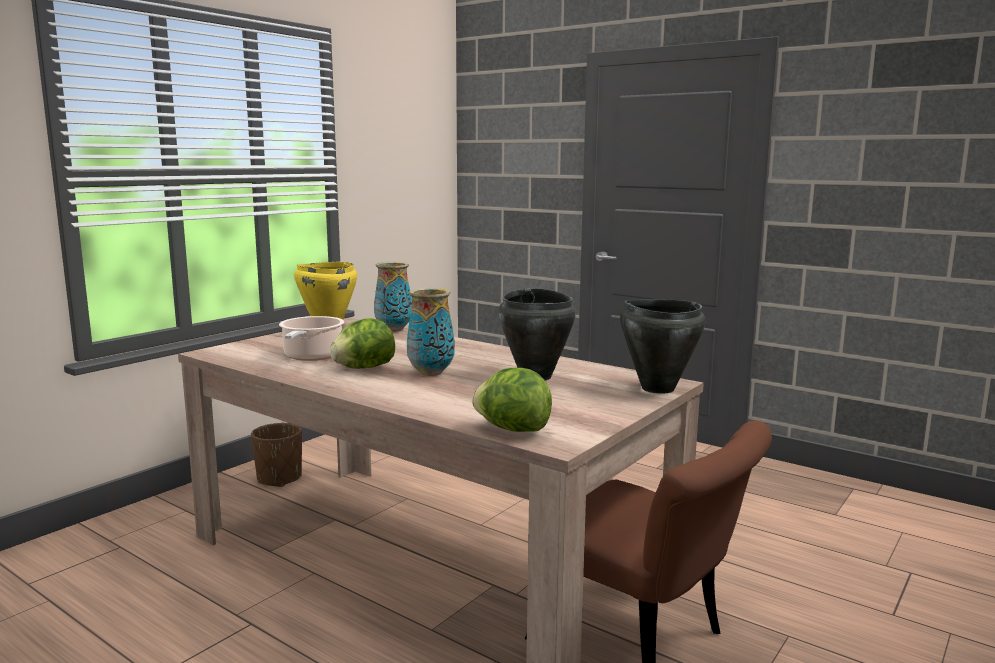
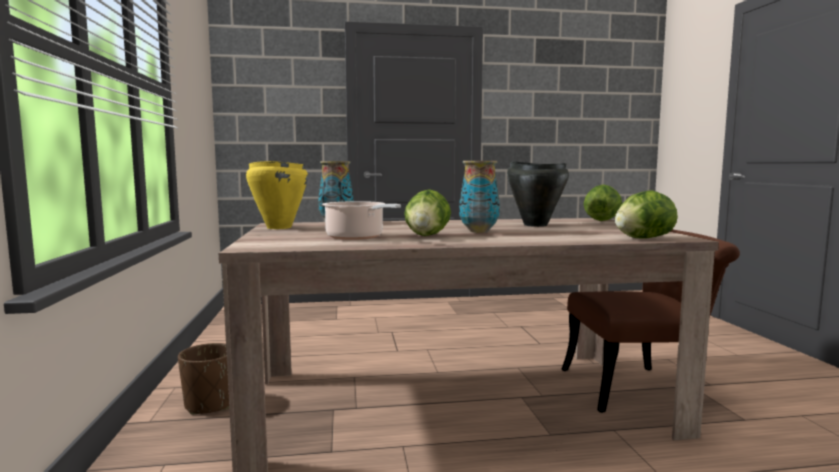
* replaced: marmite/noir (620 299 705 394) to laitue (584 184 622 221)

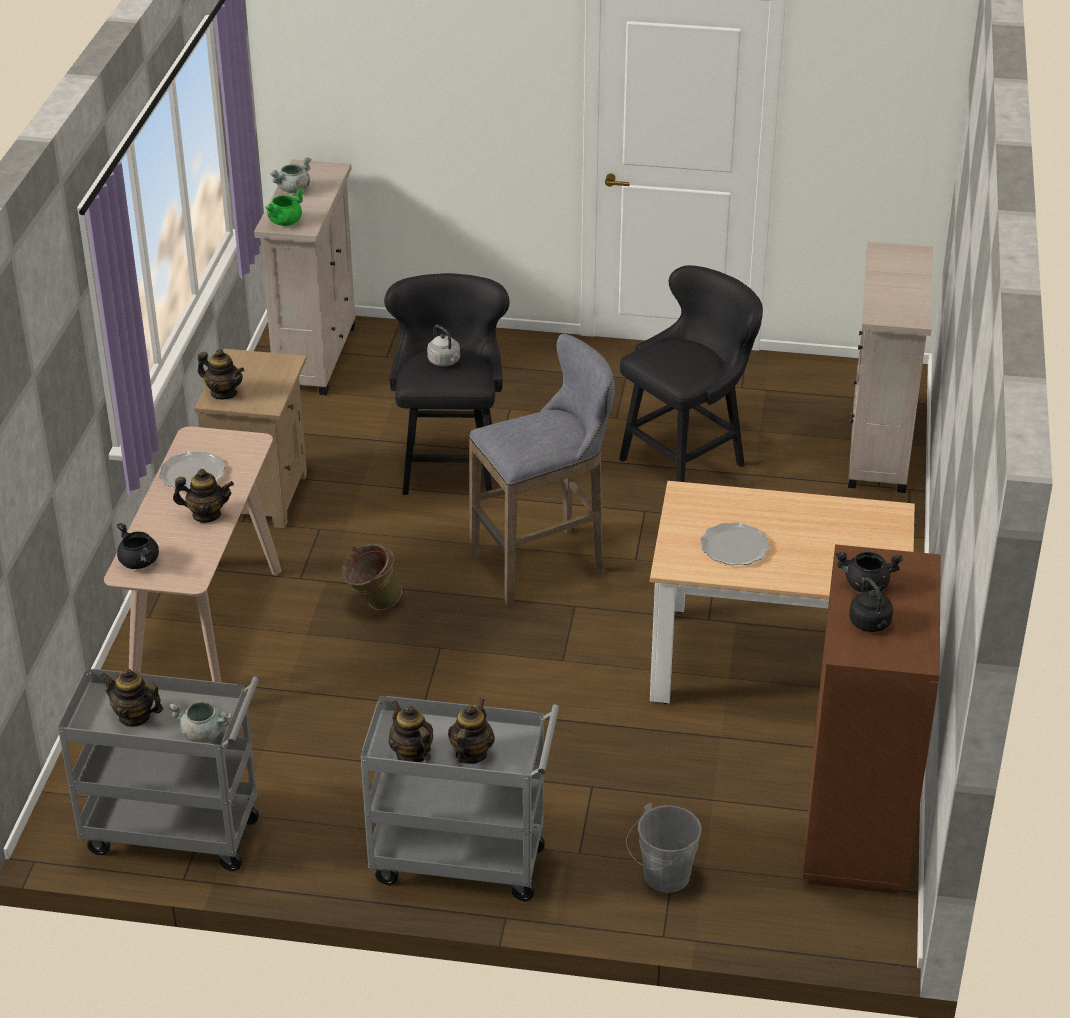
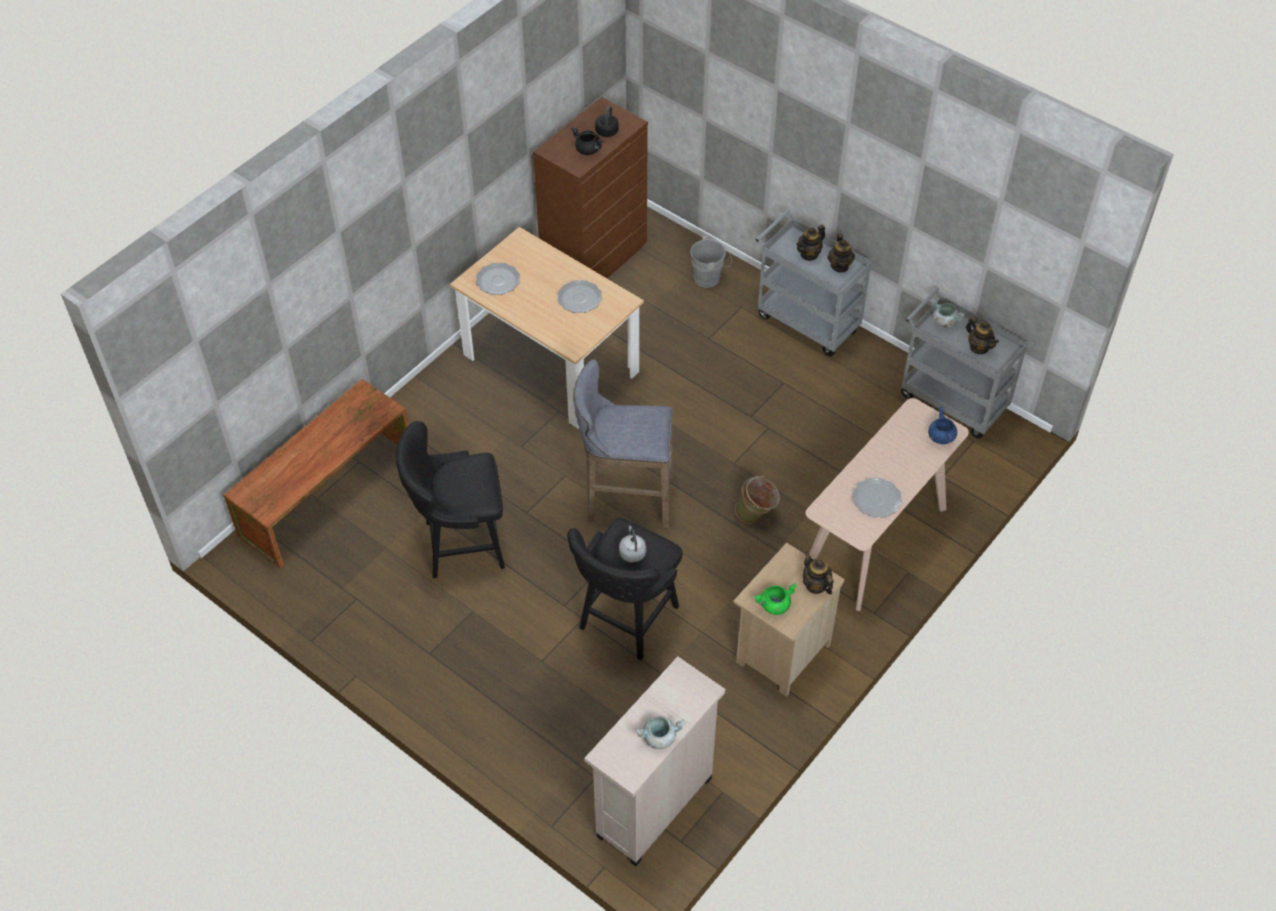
* replaced: meuble de rangement/beige (848 242 933 493) to banc/marron (223 379 409 568)
* added: assiette (476 263 520 295)
* moved: marmite/vert (265 188 305 226) to (754 583 797 615)
* recoloured: marmite/noir (116 523 159 569) to marmite/bleu (928 407 957 444)
* removed: théière (173 469 234 523)

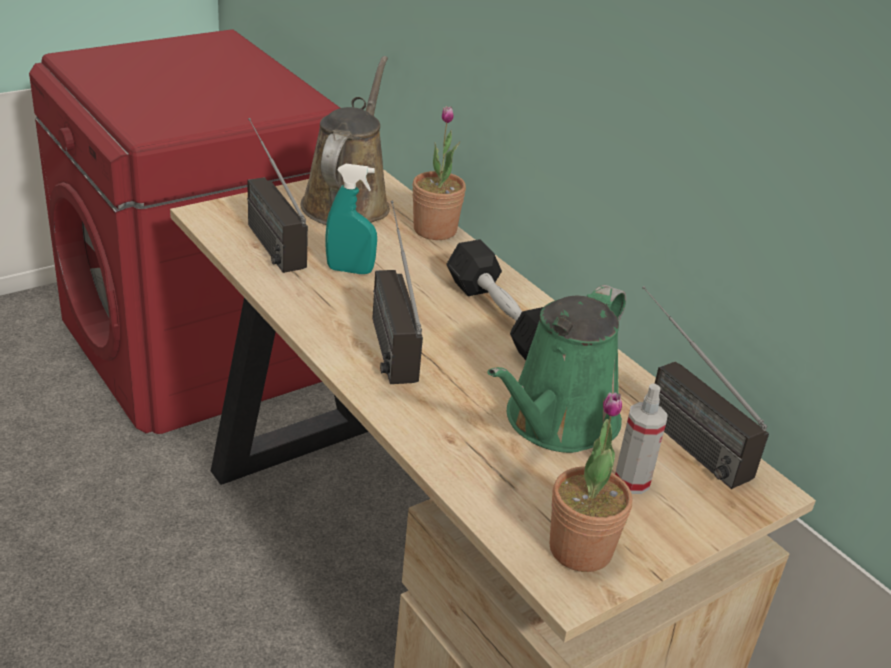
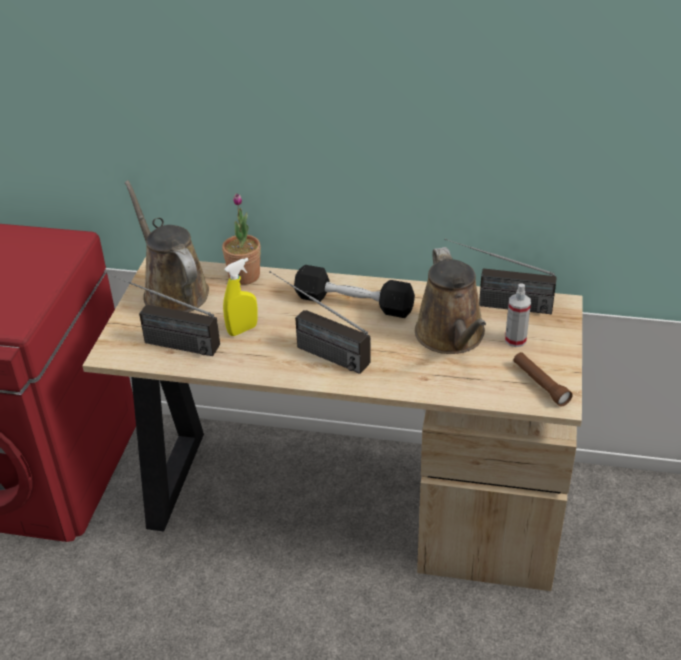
* recoloured: vaporisateur/turquoise (325 164 377 274) to vaporisateur/jaune (223 258 257 336)
* recoloured: arrosoir/vert (488 285 626 453) to arrosoir/marron (415 247 486 354)
* replaced: plante en pot (550 392 633 572) to lampe de poche/marron (514 352 573 407)

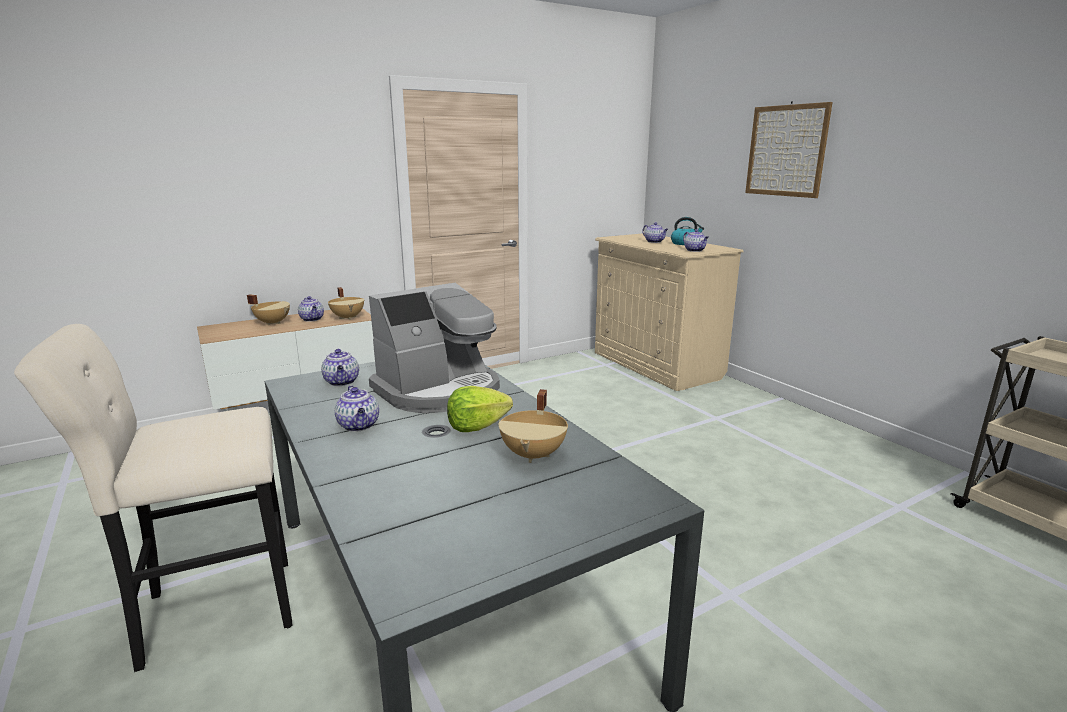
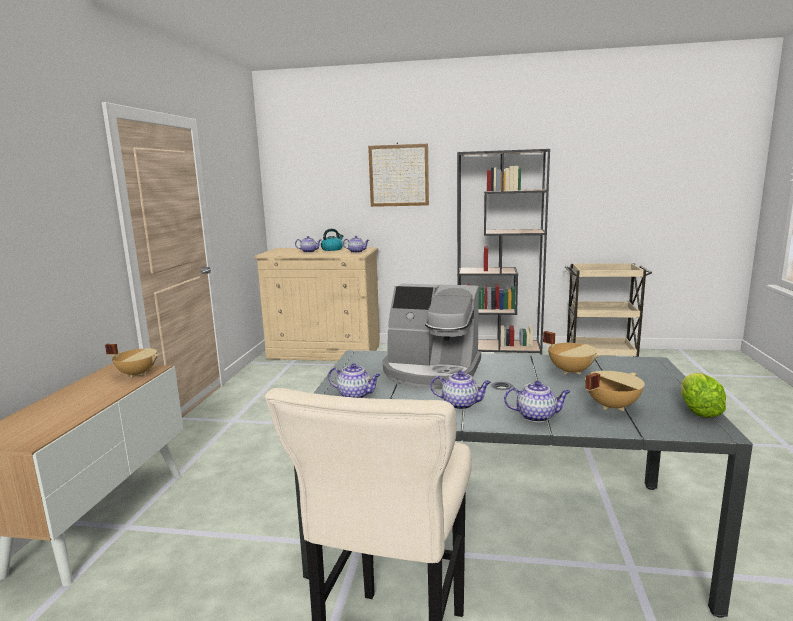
* turned: machine à café (369 283 500 413) = (383 284 481 389) 105 degrees clockwise
* added: bibliothèque (457 149 550 355)
* moved: théière (298 296 324 322) to (504 381 570 422)
* moved: marmite/beige (247 294 290 325) to (585 371 645 411)
* moved: laitue (447 386 513 432) to (681 373 726 418)

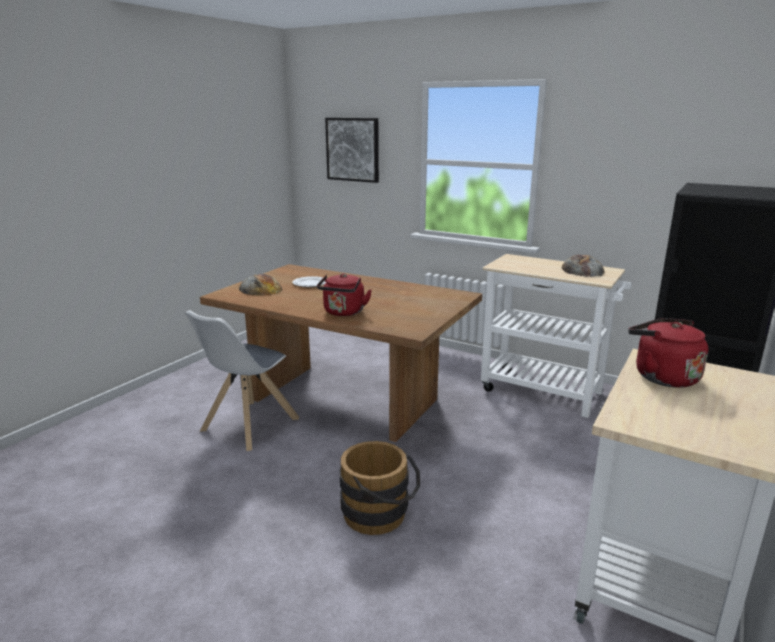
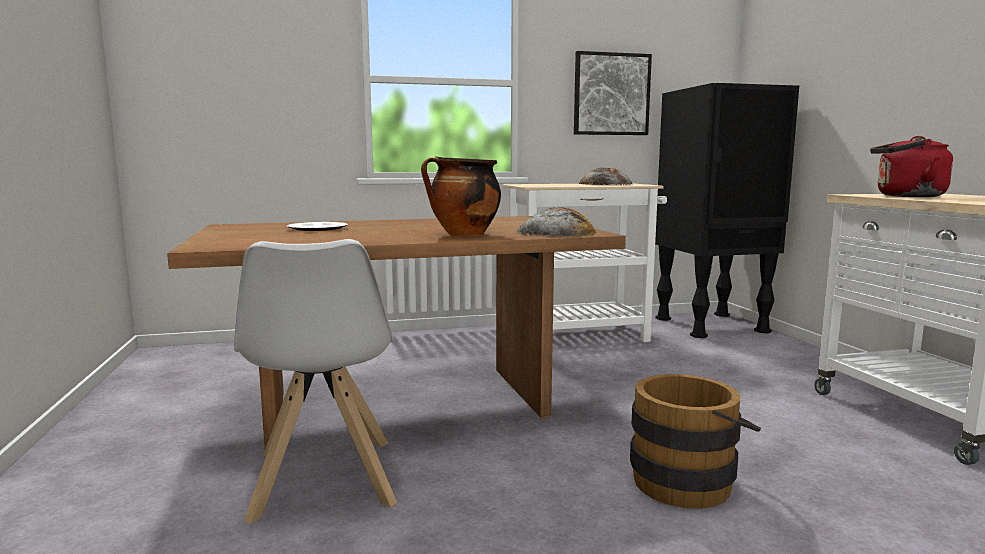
* replaced: bouilloire/rouge (317 273 372 316) to marmite (421 156 501 236)
* moved: pain (239 274 282 296) to (516 207 596 236)
* moved: tableau (325 118 379 183) to (574 51 652 135)

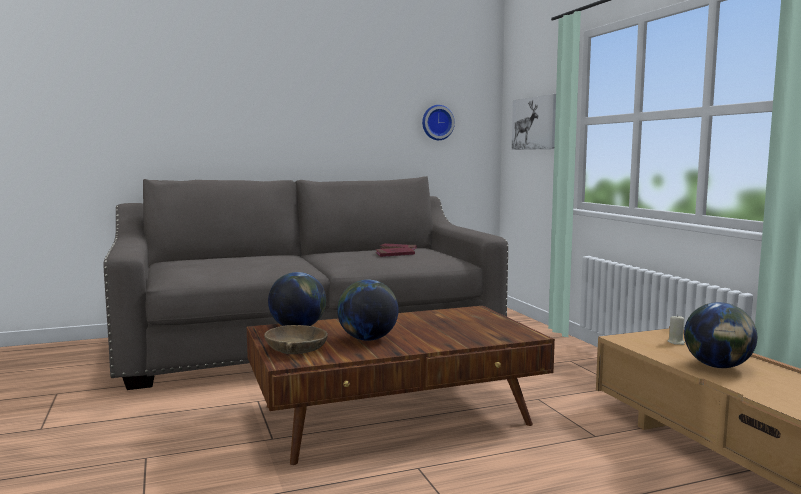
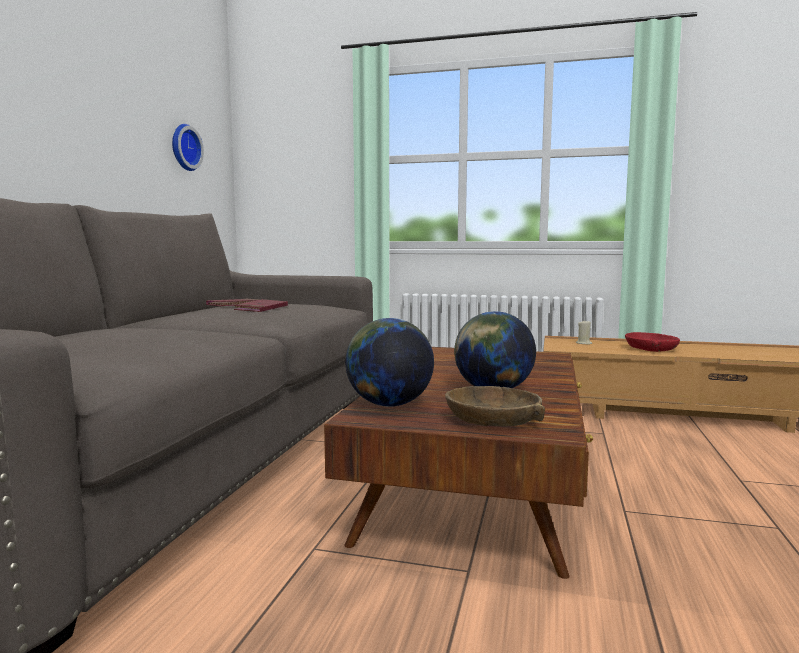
* replaced: globe (684 302 757 368) to bol/rouge (625 332 680 352)
* removed: tableau (512 94 556 150)

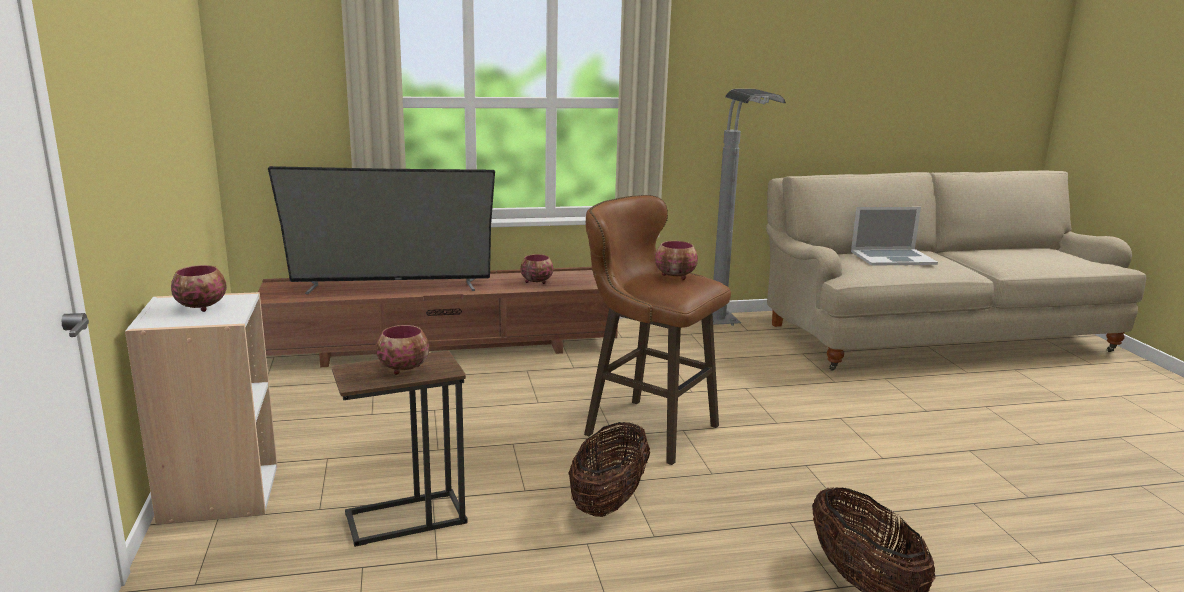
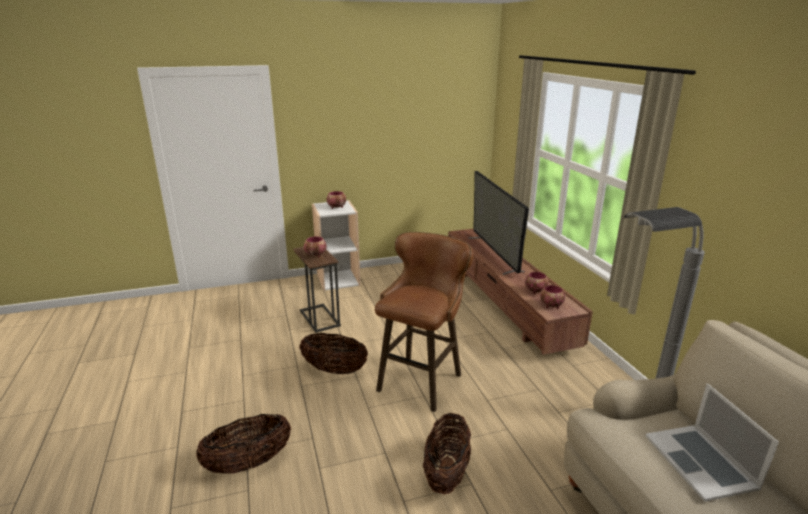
* added: panier (423 413 471 495)
* moved: bol (655 241 698 280) to (540 285 565 308)

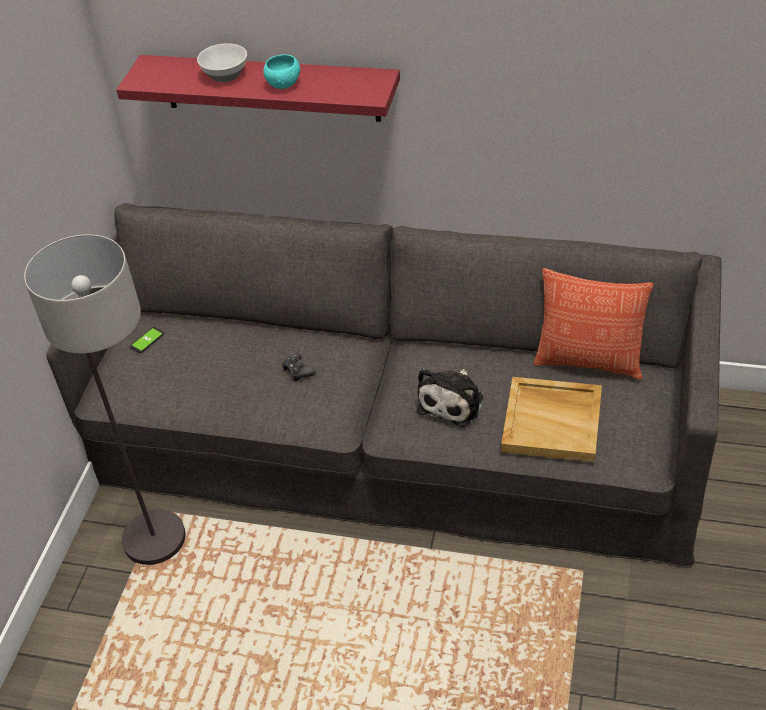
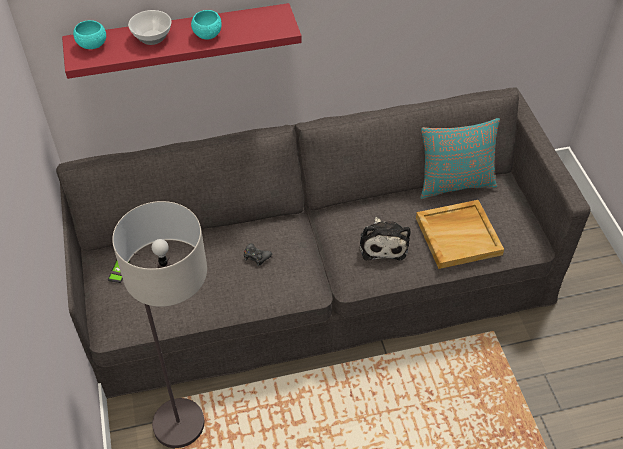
* added: bol/turquoise (73 20 106 49)
* recoloured: coussin/orange (533 268 654 380) to coussin/turquoise (421 118 500 199)

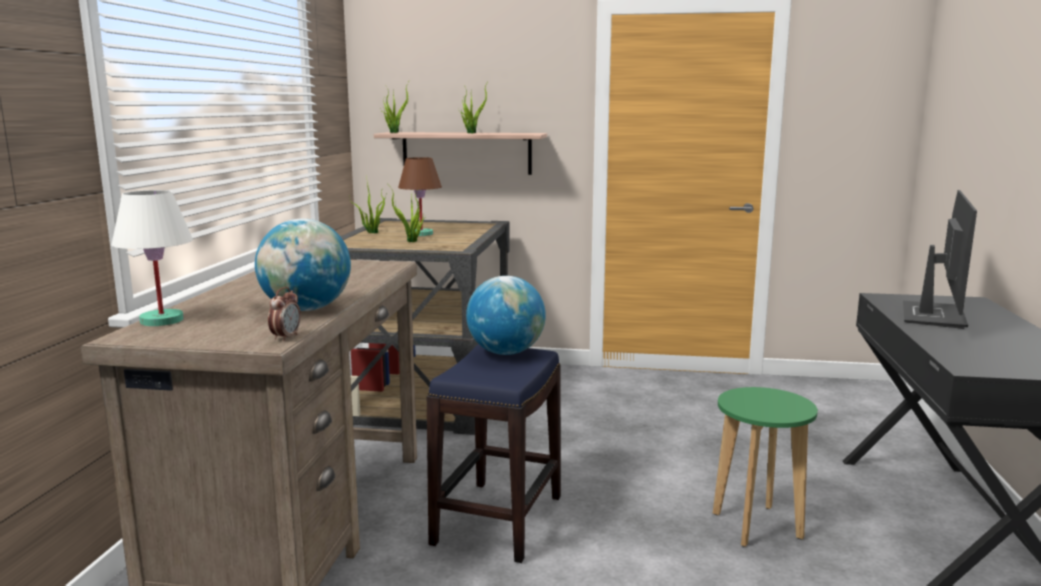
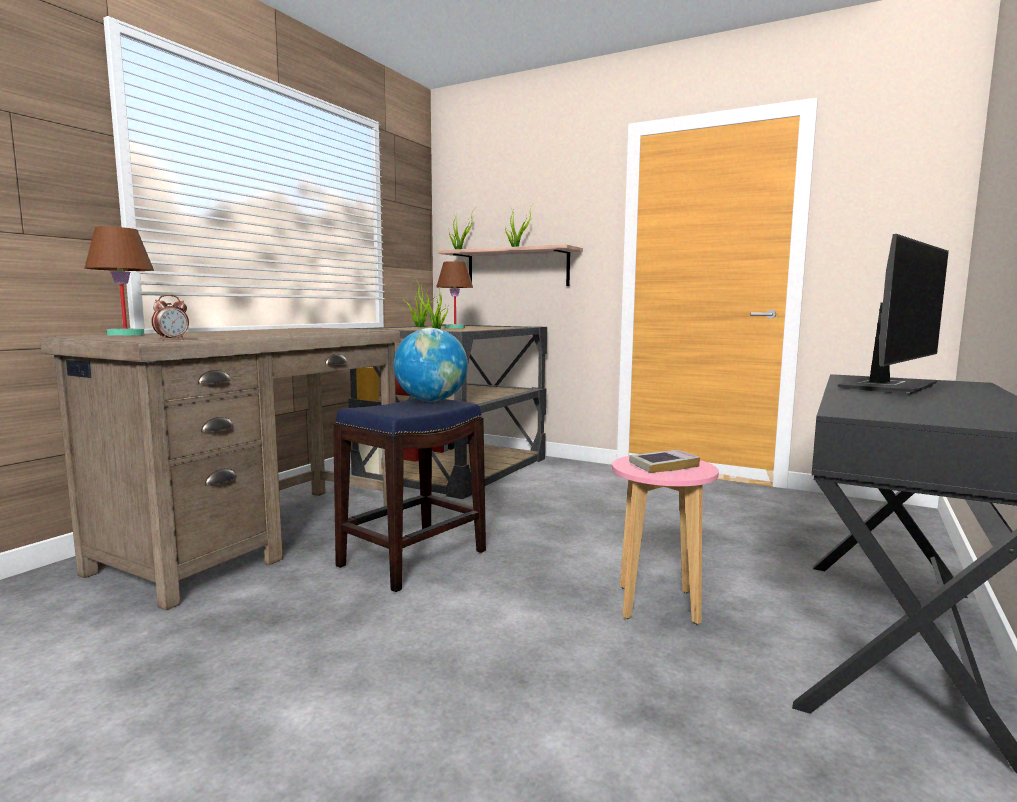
* recoloured: lampe de table/blanc (111 190 193 326) to lampe de table/marron (85 227 154 336)
* recoloured: tabouret/vert (713 387 818 547) to tabouret/rose (612 456 719 624)
* added: livre (629 450 700 473)
* removed: globe (255 219 351 311)

